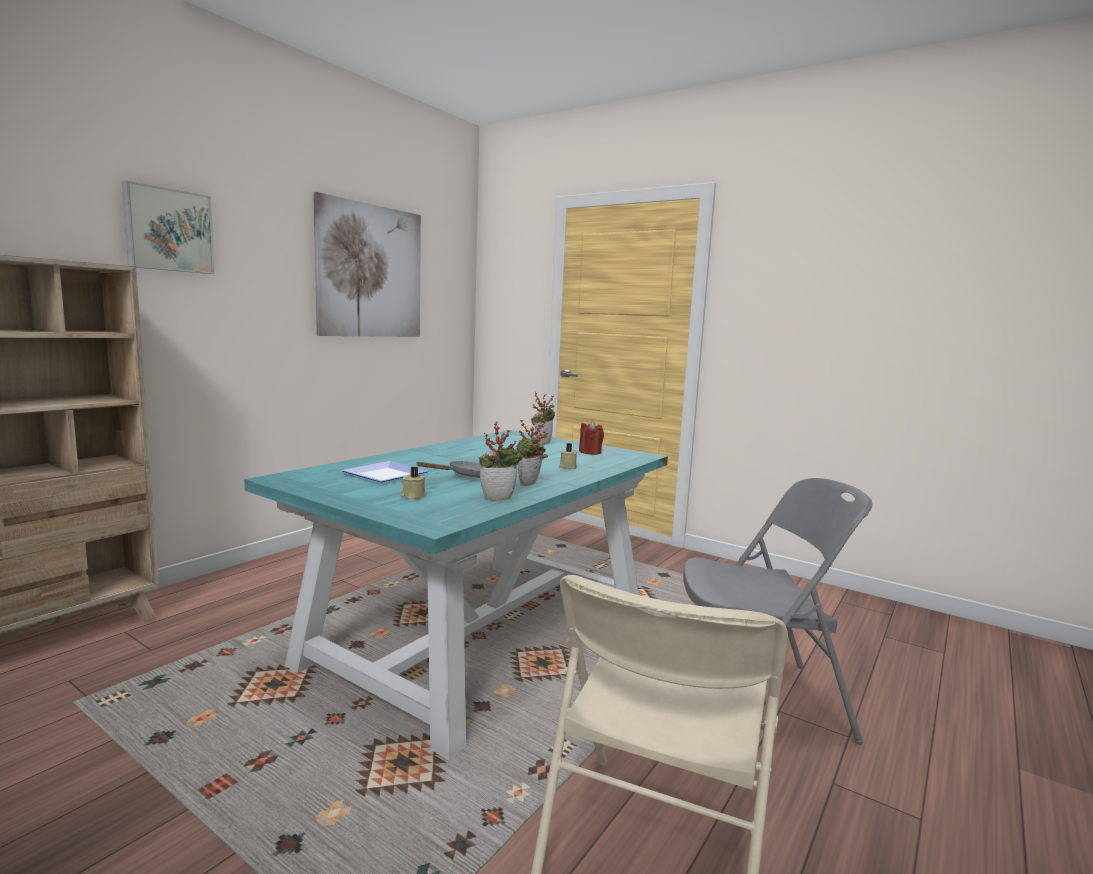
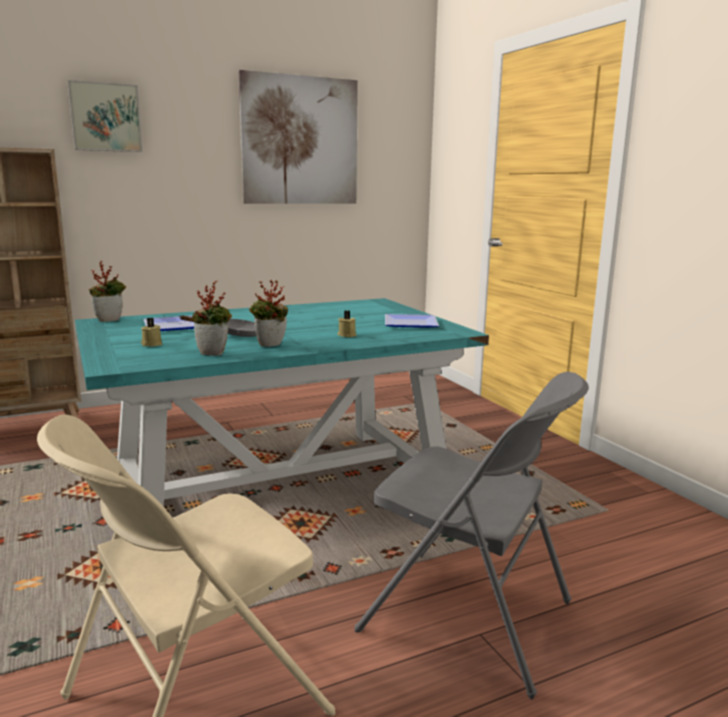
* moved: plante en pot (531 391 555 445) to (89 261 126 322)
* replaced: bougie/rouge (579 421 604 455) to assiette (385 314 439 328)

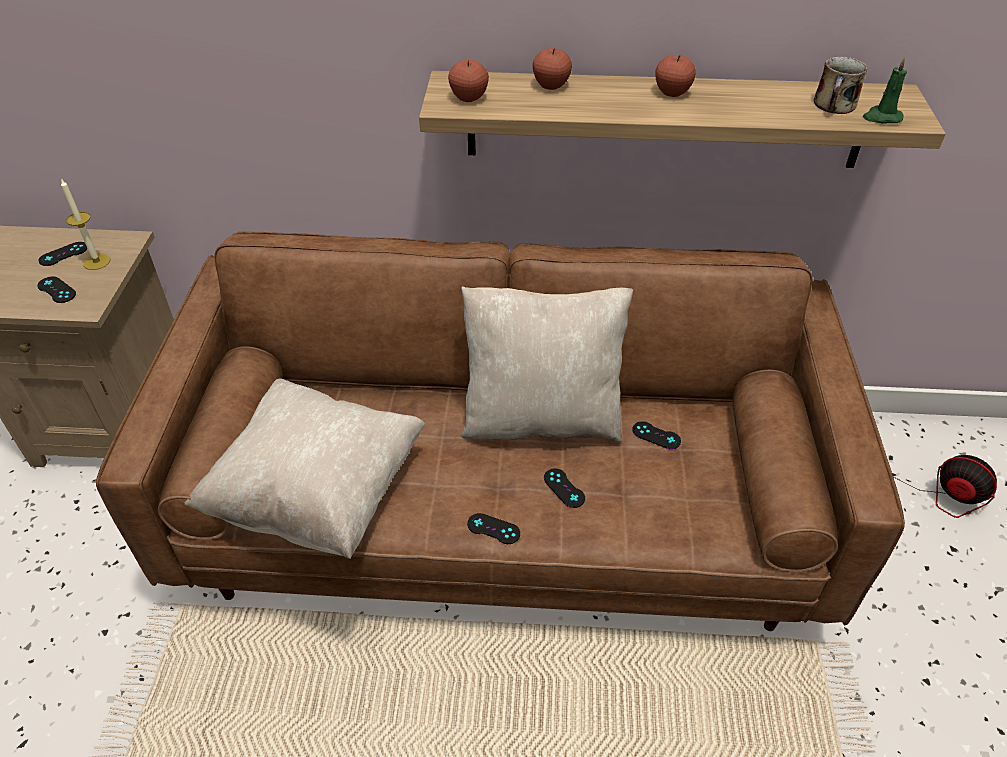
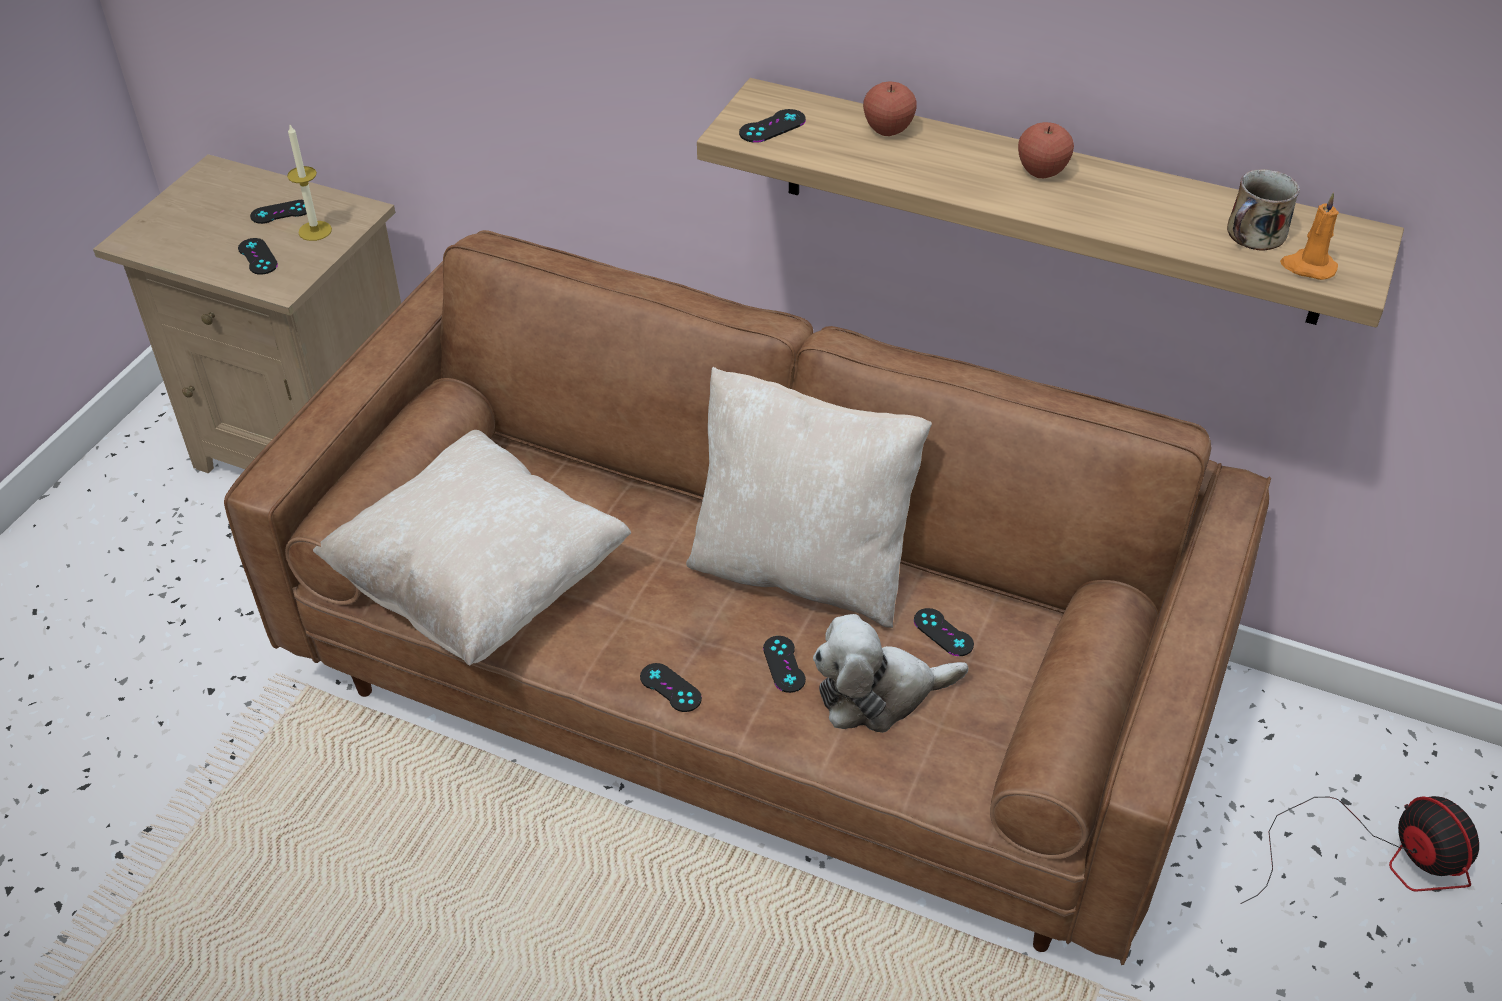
* replaced: pomme (448 60 489 102) to manette/noir (739 109 806 143)
* added: peluche (813 614 968 733)
* recoloured: bougie/vert (863 57 907 124) to bougie/orange (1280 193 1339 280)

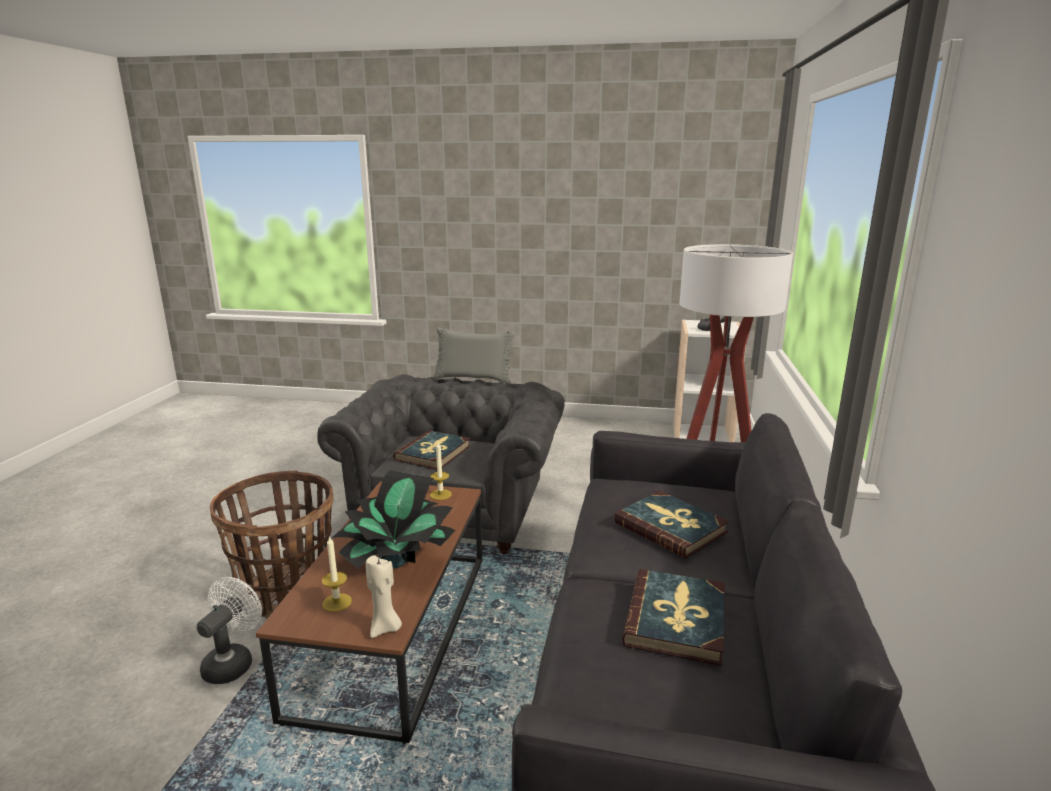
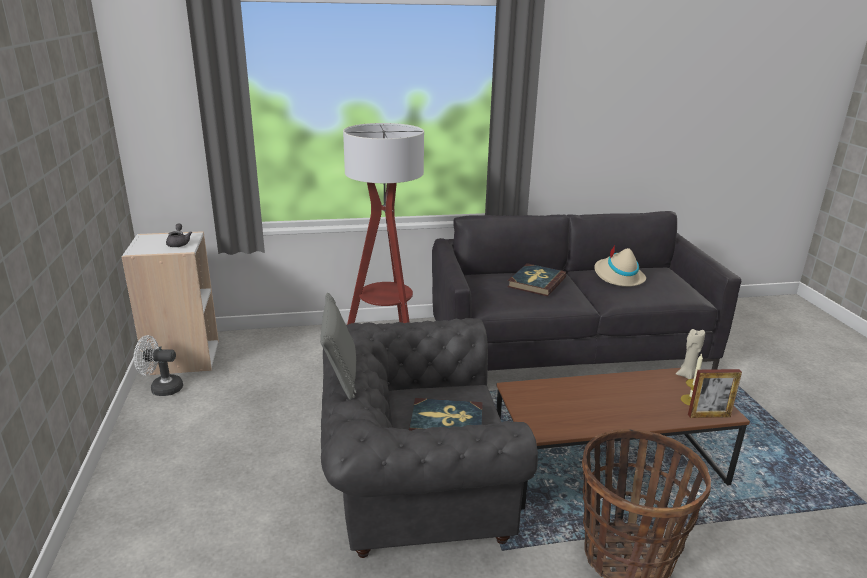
* moved: ventilateur/blanc (197 577 262 684) to (134 335 183 396)
* replaced: livre (622 569 725 666) to chapeau/beige (594 246 646 287)
* added: cadre photo (688 369 742 418)
* removed: plante en pot (331 470 456 569)
* removed: bougie (430 442 452 500)

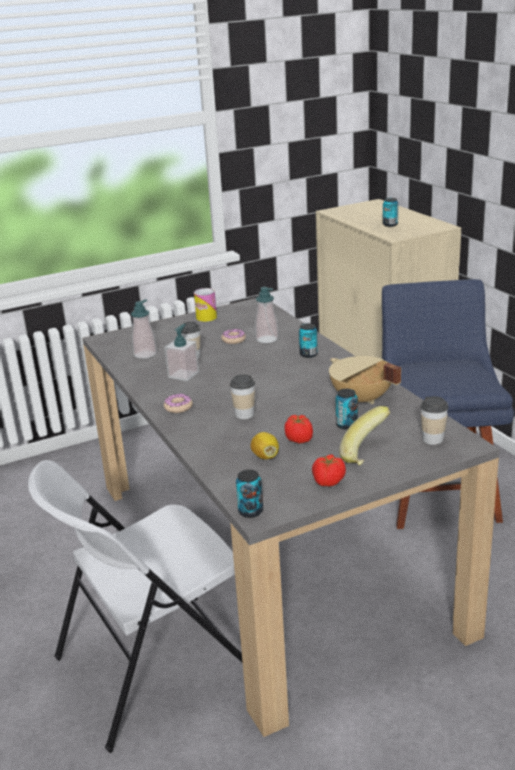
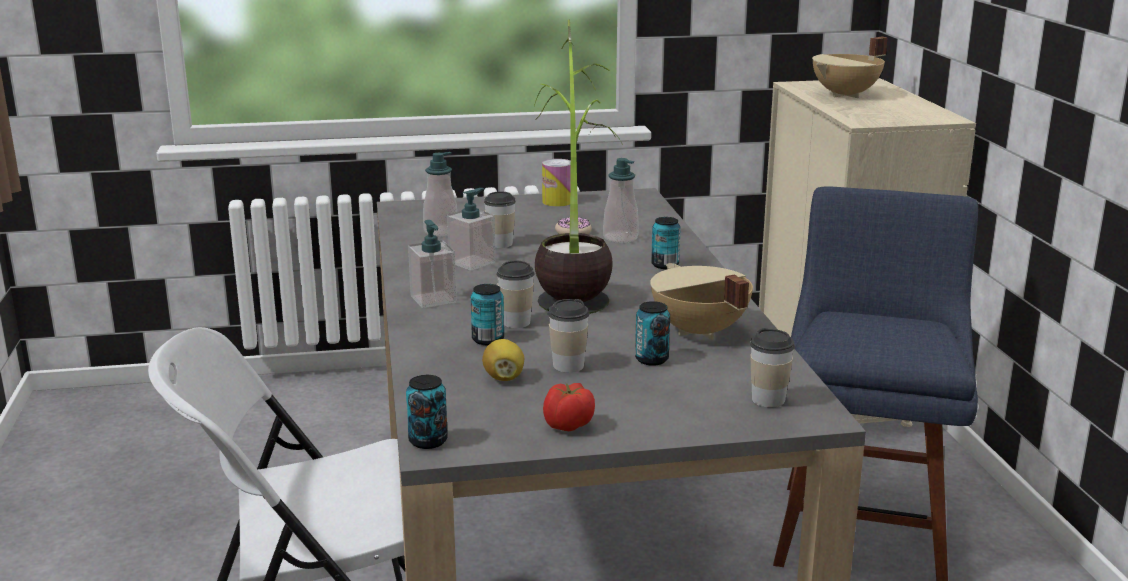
* replaced: beignet (164 394 193 413) to distributeur de savon (408 220 457 308)
* moved: boîte métallique (383 198 398 227) to (471 284 504 345)
* added: plante en pot (534 20 623 314)
* replaced: tomate (284 415 313 444) to tasse (548 299 589 373)
* added: marmite/beige (812 37 888 98)
* removed: banane (339 406 391 466)

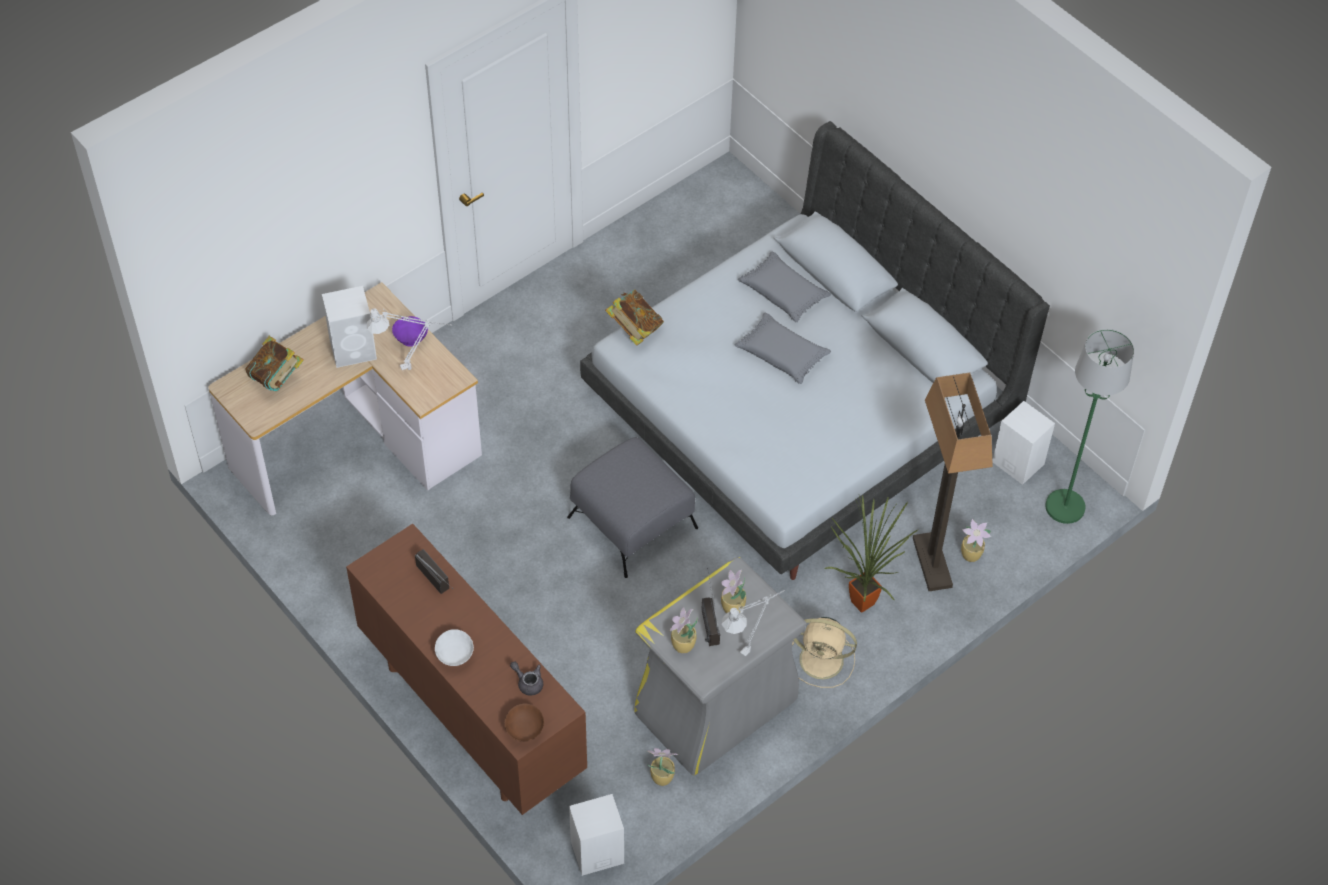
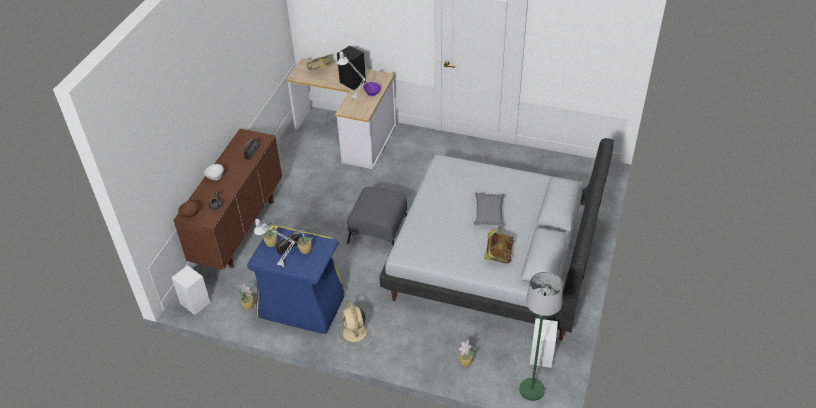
* recoloured: table de chevet/gris (634 557 807 775) to table de chevet/bleu (247 225 345 334)
* recoloured: enceinte/blanc (322 286 377 368) to enceinte/noir (337 46 366 90)
* moved: livre (605 289 664 346) to (484 230 514 264)
* removed: coussin/gris (738 251 831 322)
* removed: plante en pot (824 495 918 613)
* removed: lampadaire (913 373 993 591)

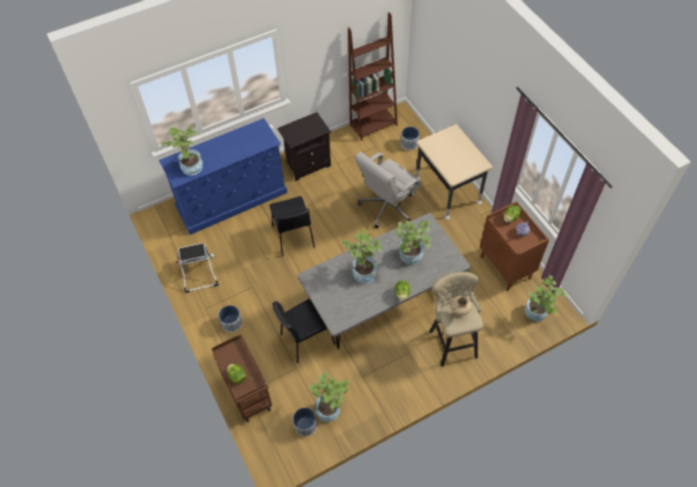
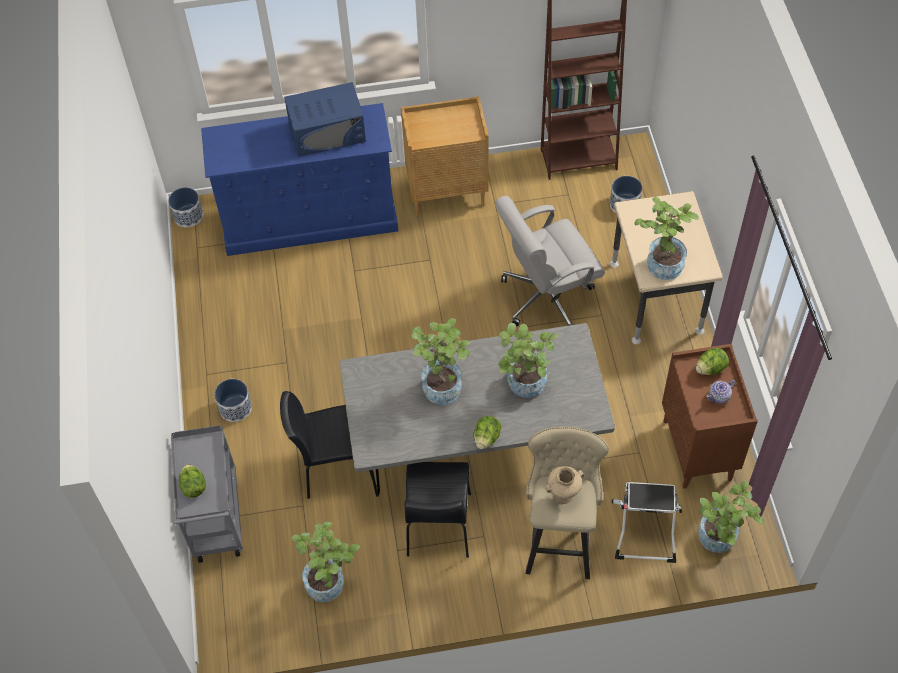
* moved: cache-pot (293 408 317 436) to (168 187 203 227)
* recoloured: chariot/marron (211 334 272 423) to chariot/gris (171 426 243 563)
* added: micro-ondes/bleu (284 82 366 157)
* replaced: table de chevet/noir (277 112 331 181) to meuble de rangement/marron (401 96 489 216)
* moved: chaise/noir (269 196 315 257) to (404 462 471 558)
* moved: escabeau (176 243 219 293) to (612 482 682 563)
* moved: plante en pot (161 126 203 175) to (634 197 699 280)

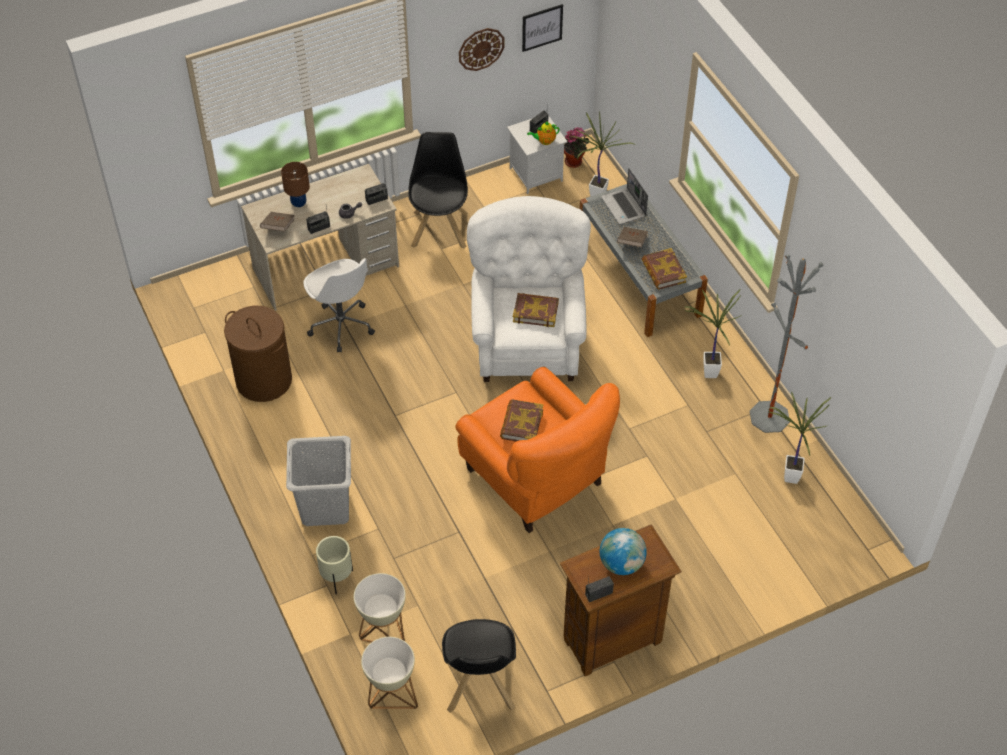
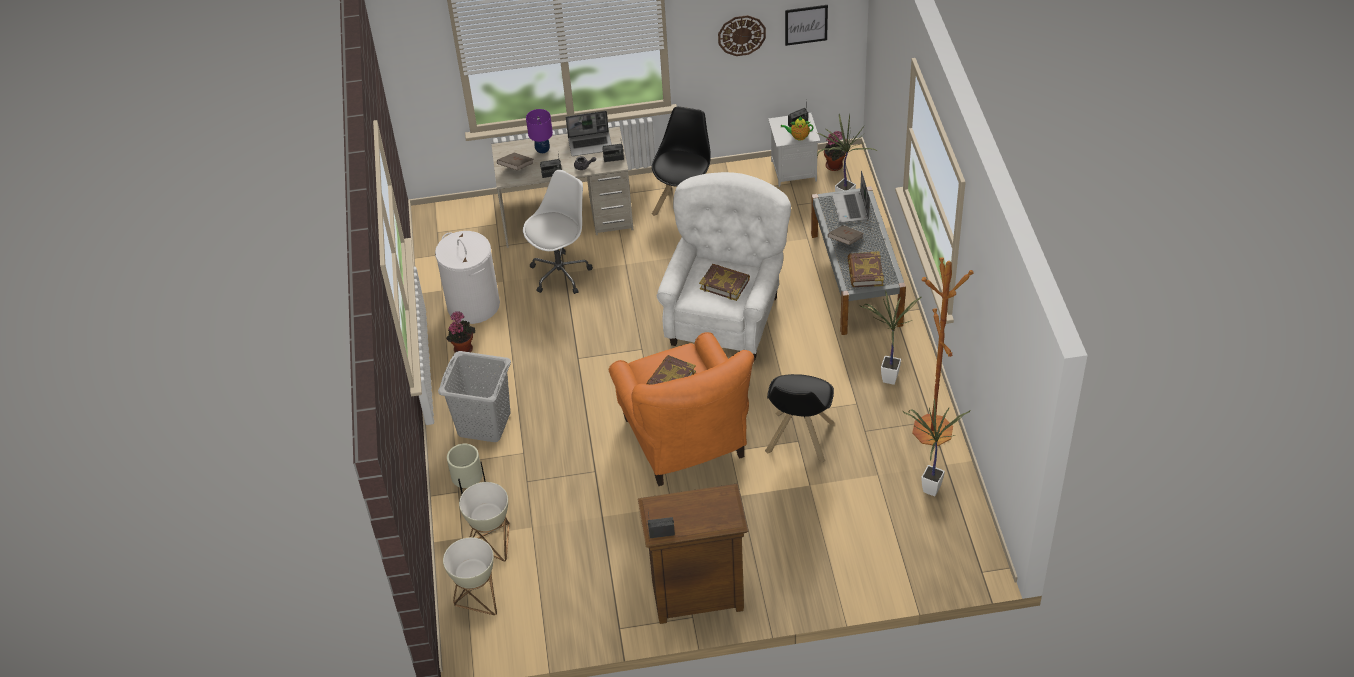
* recoloured: panier à linge/marron (224 306 292 402) to panier à linge/blanc (435 231 500 324)
* added: plante en pot (446 311 475 353)
* turned: chaise de bureau/blanc (303 258 375 352) = (523 170 593 294) 120 degrees counterclockwise
* recoloured: lampe de table/marron (281 162 310 207) to lampe de table/violet (526 109 553 153)
* added: ordinateur portable (566 111 612 156)
* moved: chaise/noir (442 619 516 713) to (765 374 834 463)
* recoloured: portant/gris (749 254 824 433) to portant/orange (912 257 973 446)
* removed: globe (600 528 647 575)

